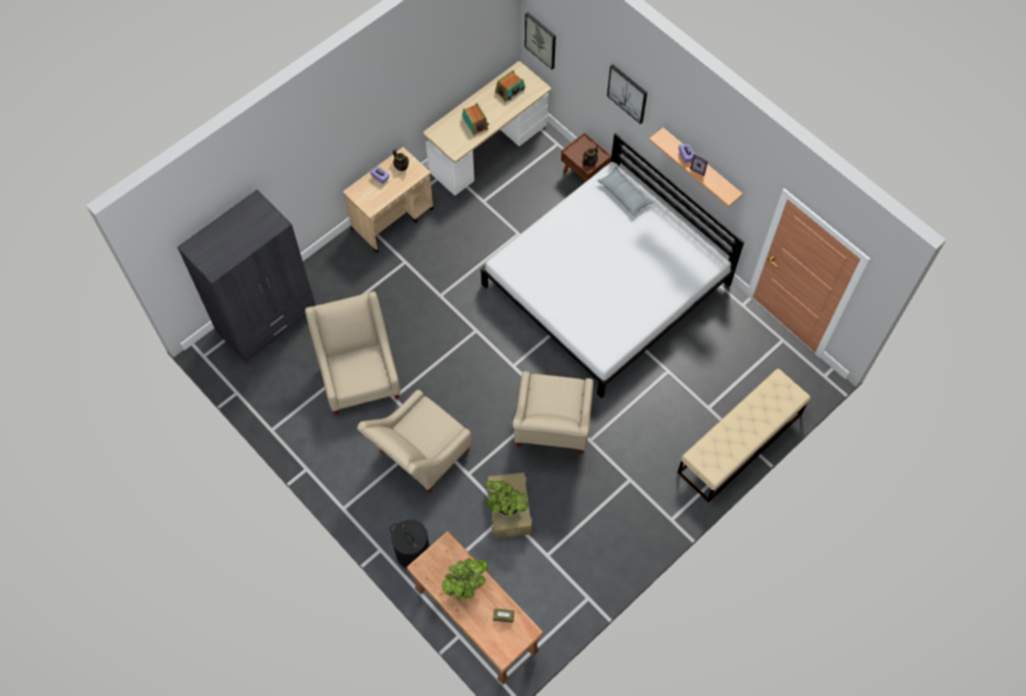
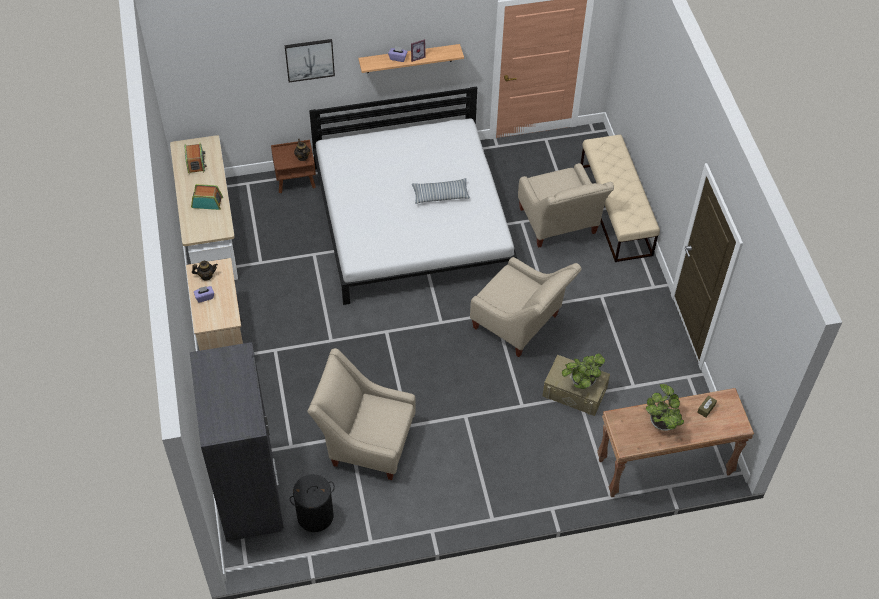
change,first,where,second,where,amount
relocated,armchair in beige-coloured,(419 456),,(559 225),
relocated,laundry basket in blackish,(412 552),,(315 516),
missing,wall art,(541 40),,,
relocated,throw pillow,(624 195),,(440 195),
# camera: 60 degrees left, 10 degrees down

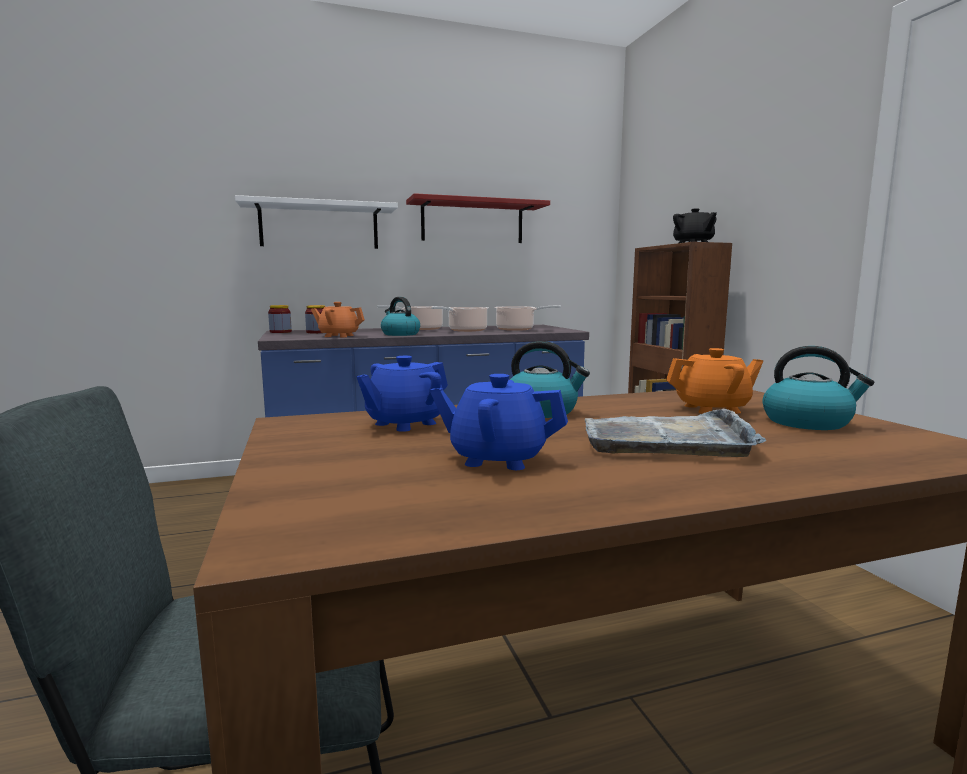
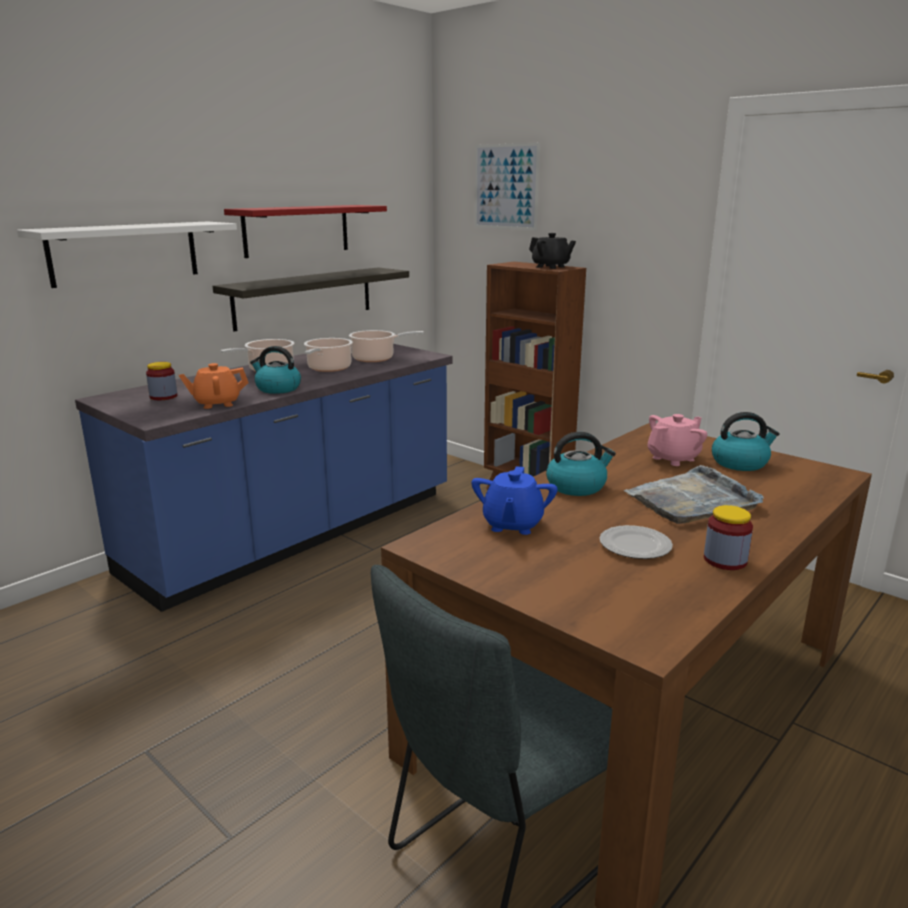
change,first,where,second,where,amount
relocated,preserve jar,(280 332),,(725 560),
exchanged,pot for tea in bluish,(497 459),dinner plate,(635 546),
colour,pot for tea in orange,(712 409),pot for tea in pink-coloured,(673 458),
appeared,,,bracket shelf,(304 297),
appeared,,,wall art,(506 187),
# camera: 30 degrees left, 10 degrees up

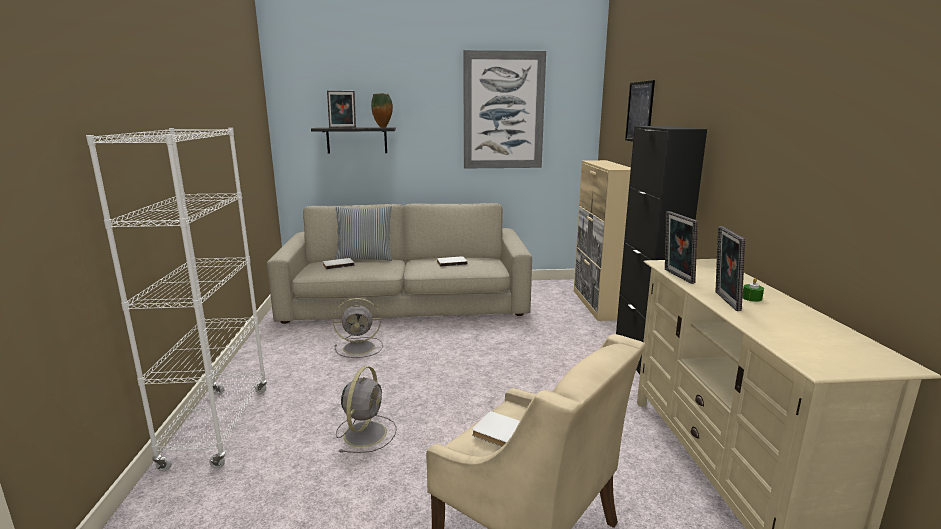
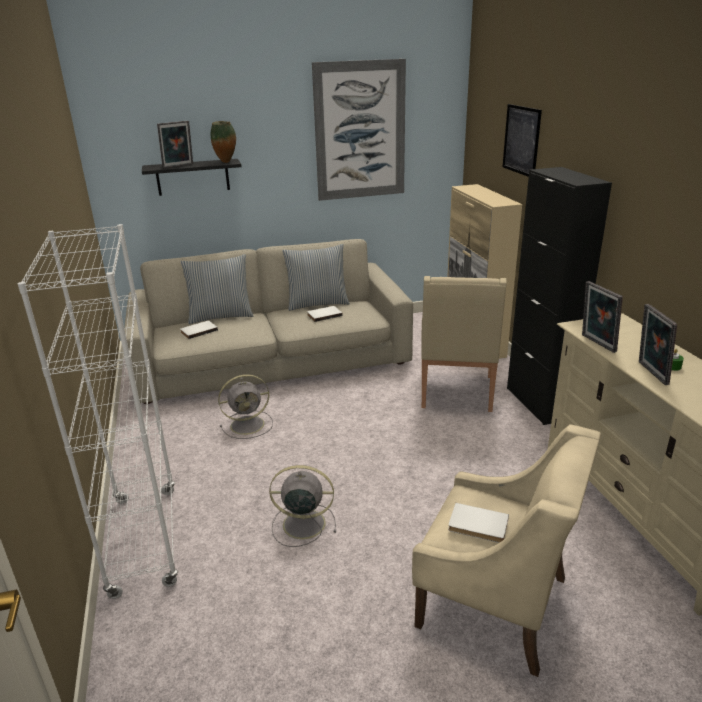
change,first,where,second,where,amount
spun,cooling fan in grey,(366 432),,(302 524),90 degrees counterclockwise
appeared,,,throw pillow,(317 304),
appeared,,,armchair in beige-coloured,(456 393),
# camera: 10 degrees left, 10 degrees up

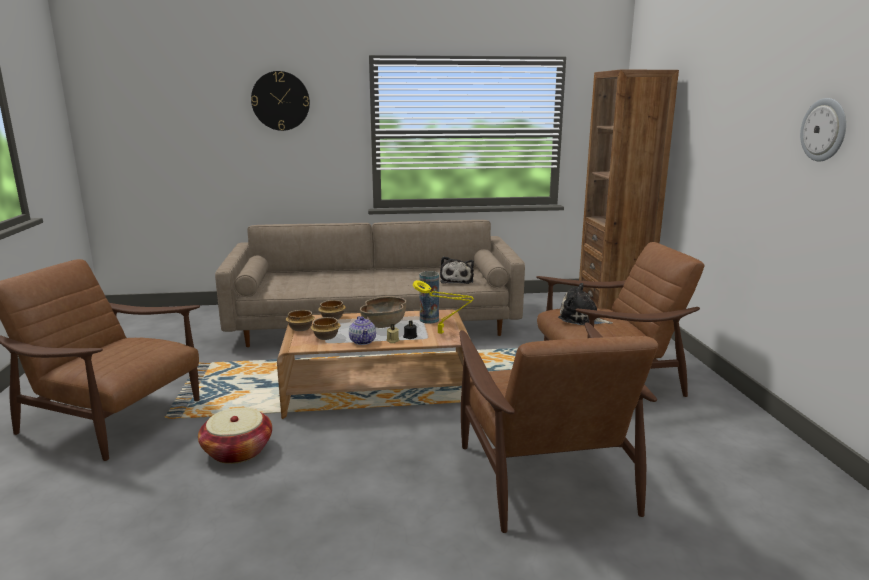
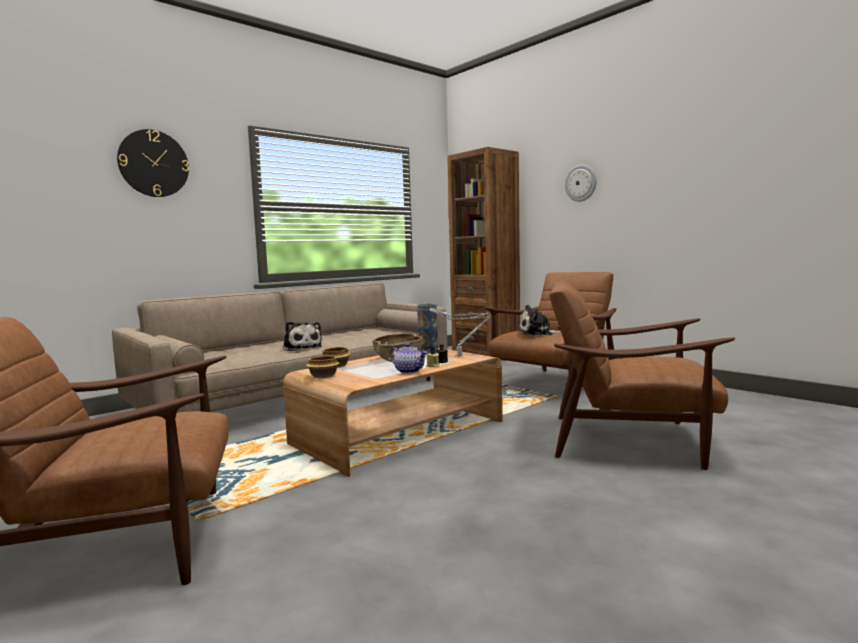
change,first,where,second,where,amount
missing,storage basket,(237 451),,,
missing,bowl,(326 337),,,
colour,tabletop lamp in yellow,(442 333),tabletop lamp in grey,(461 356),
relocated,cuddly toy,(456 280),,(301 348),
spun,armchair in brown,(544 474),,(629 440),150 degrees clockwise
relocated,wall clock,(824 130),,(581 183),
# camera: 35 degrees left, 10 degrees down

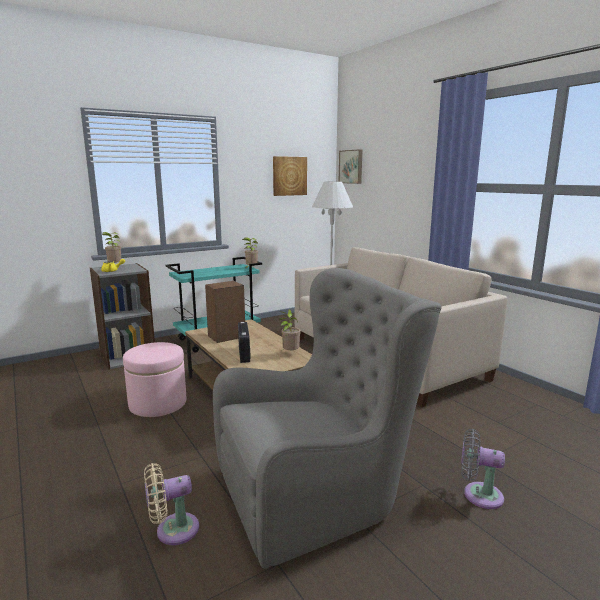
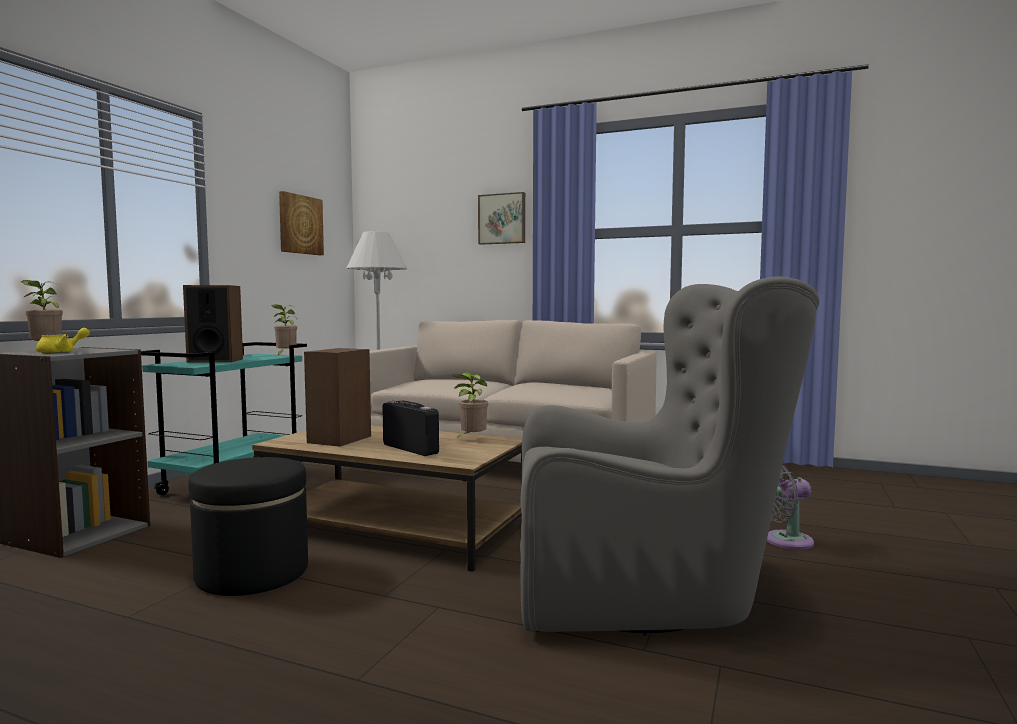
change,first,where,second,where,amount
colour,footrest in pink-coloured,(158 403),footrest in blackish,(252 573),
missing,cooling fan in beige-coloured,(173 530),,,
spun,armchair in grey,(320 492),,(648 588),60 degrees clockwise
relocated,wall art,(351 166),,(502 219),
appeared,,,loudspeaker,(215 360),
# camera: 35 degrees left, 10 degrees down

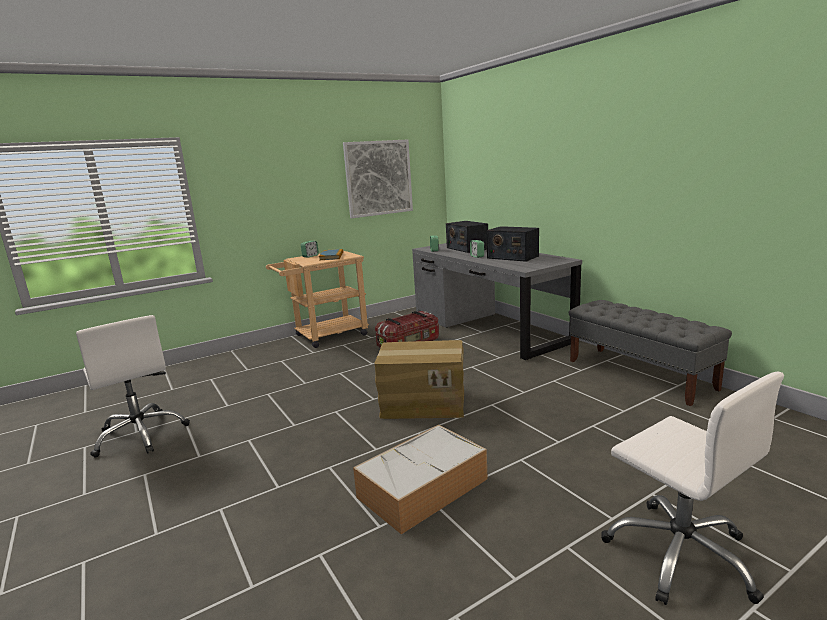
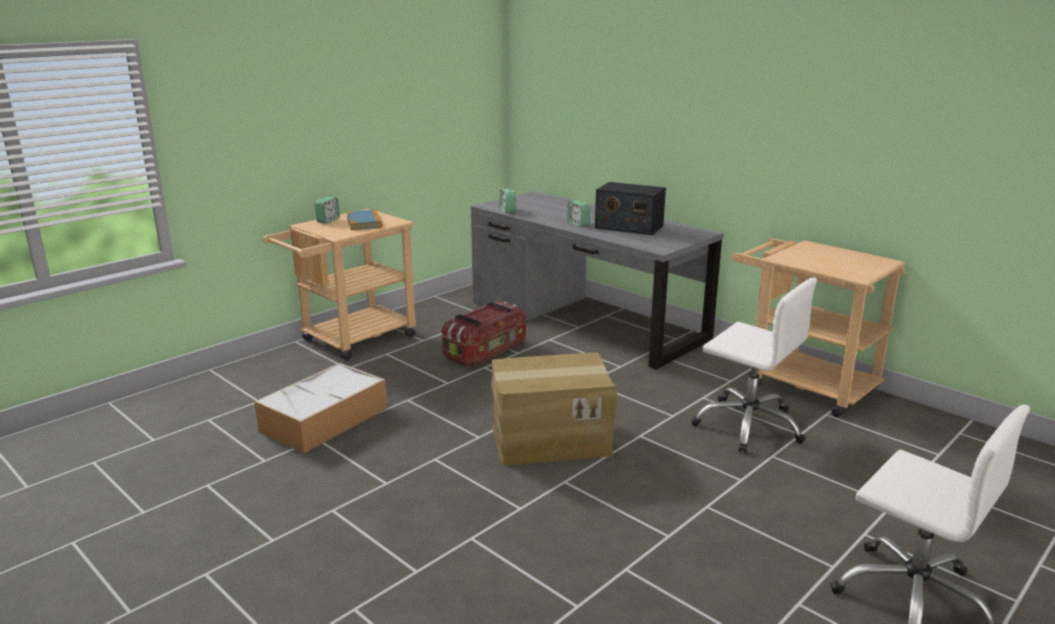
change,first,where,second,where,amount
relocated,office chair in white,(141 434),,(748 425),
missing,wall art,(378 178),,,
relocated,storage container,(422 489),,(323 420),
missing,radio receiver,(467 248),,,
exchanged,bench in grey,(639 374),wheeled cart in beige-coloured,(801 384),
# camera: 15 degrees left, 5 degrees up

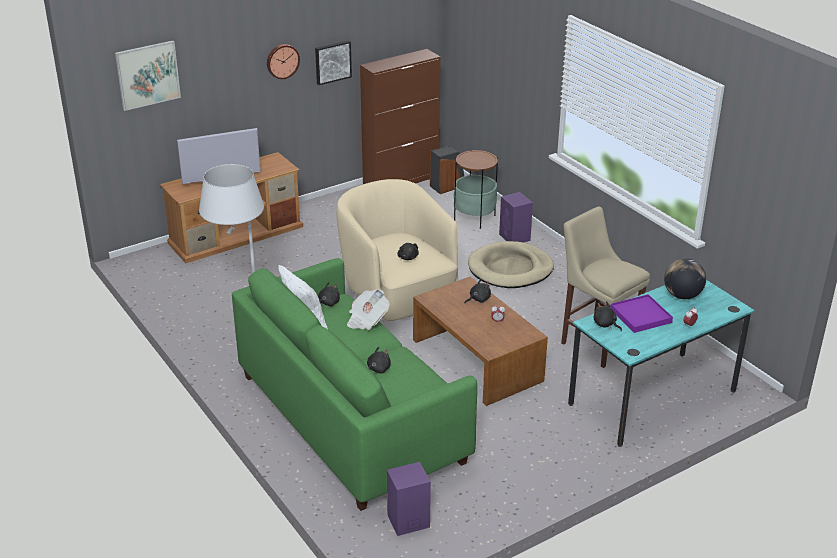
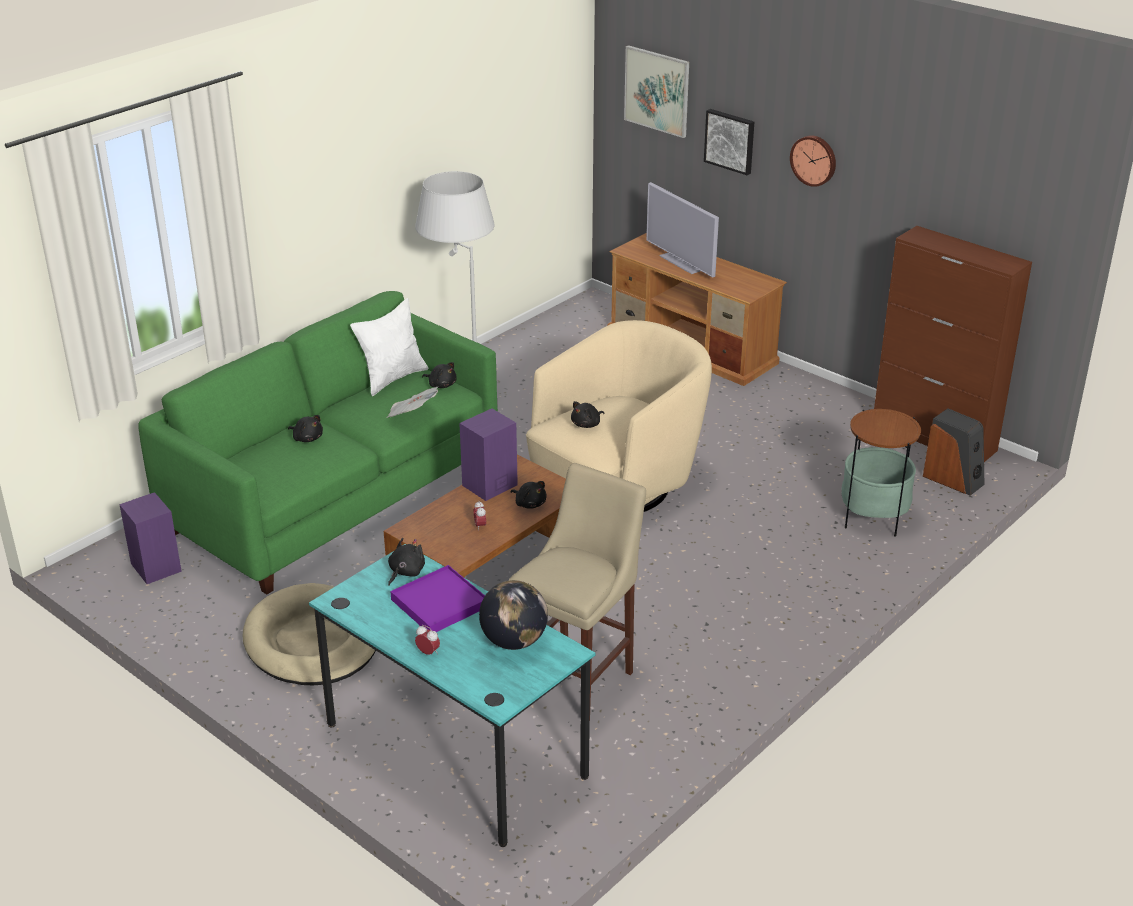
change,first,where,second,where,amount
relocated,wall art,(332 62),,(730 141),
relocated,dog bed in beige-coloured,(510 269),,(312 641),
relocated,loudspeaker in purple,(515 238),,(488 485),
# camera: 75 degrees right, 0 degrees up

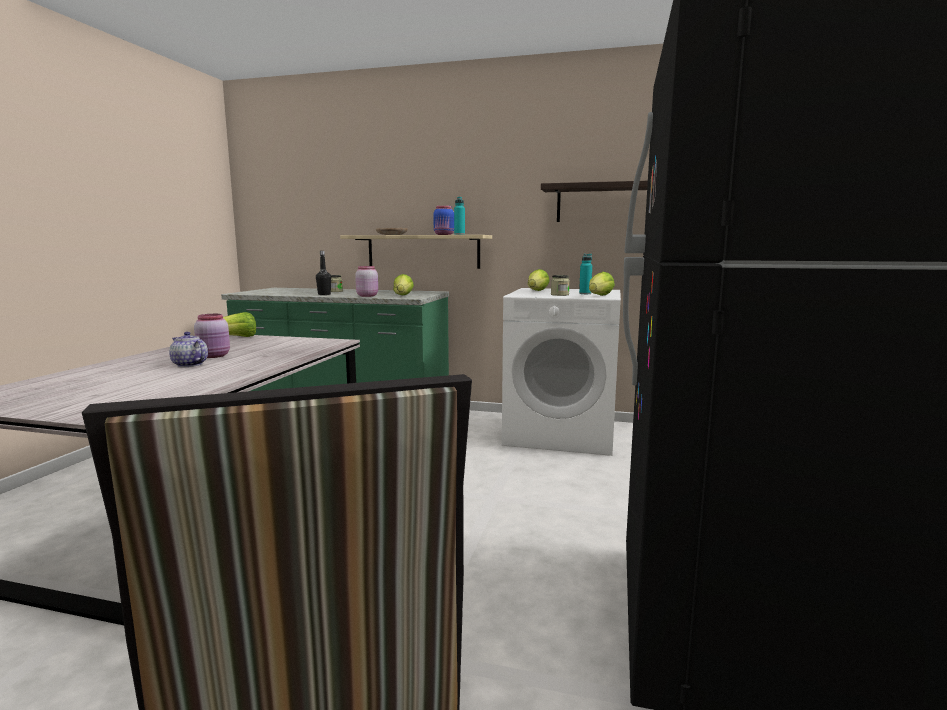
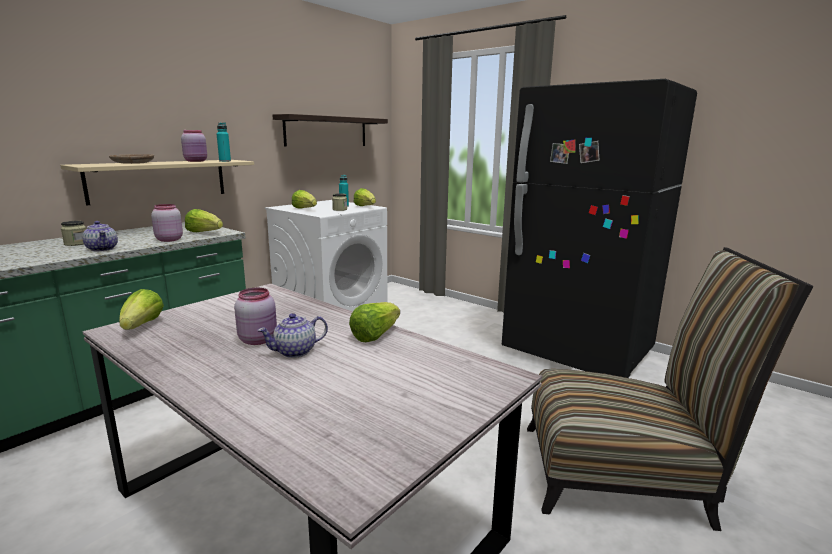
change,first,where,second,where,amount
exchanged,bottle in blackish,(324 294),pot for tea,(102 249),
colour,preserve jar in bluish,(444 234),preserve jar in pink-coloured,(196 161),
appeared,,,lettuce head,(375 335),
# camera: 65 degrees left, 5 degrees up

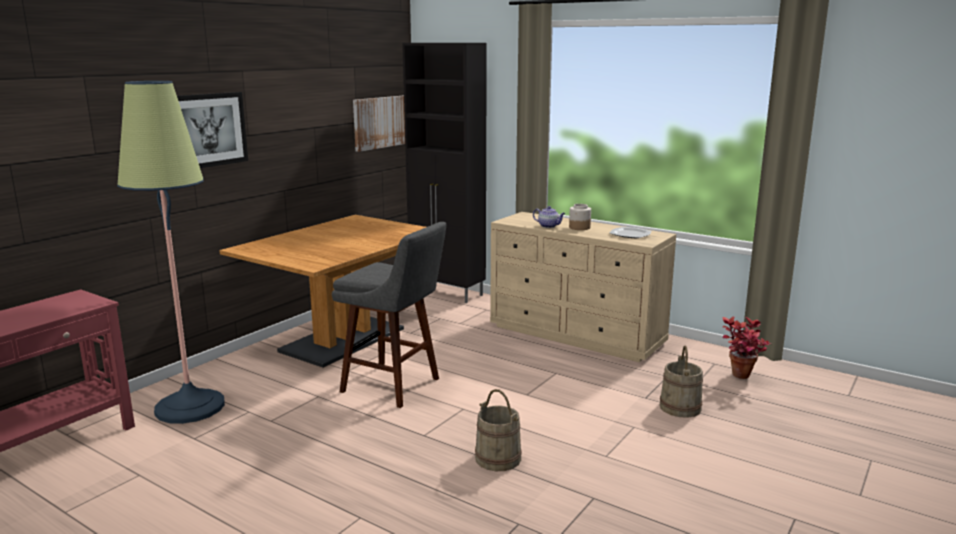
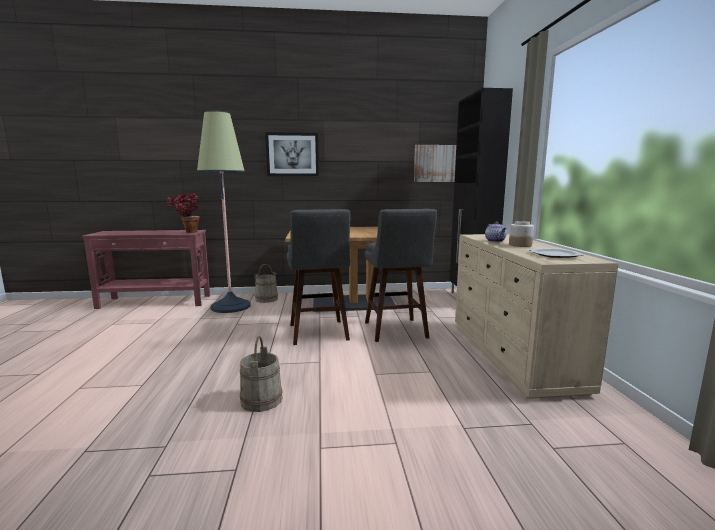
change,first,where,second,where,amount
relocated,water bucket in beige-coloured,(680 407),,(266 299),
relocated,houseplant,(740 378),,(187 232),
appeared,,,sitting stool in grey,(396 331),
# camera: 50 degrees right, 5 degrees down

